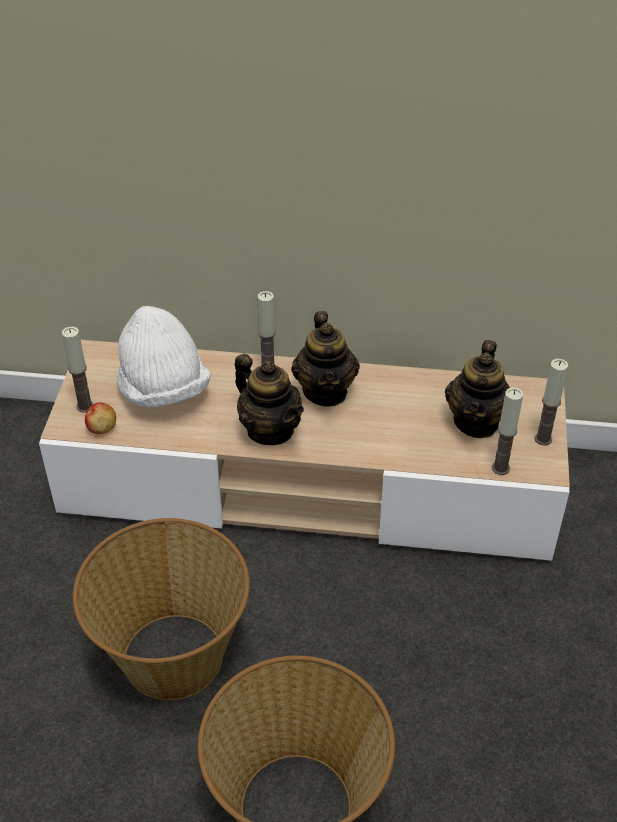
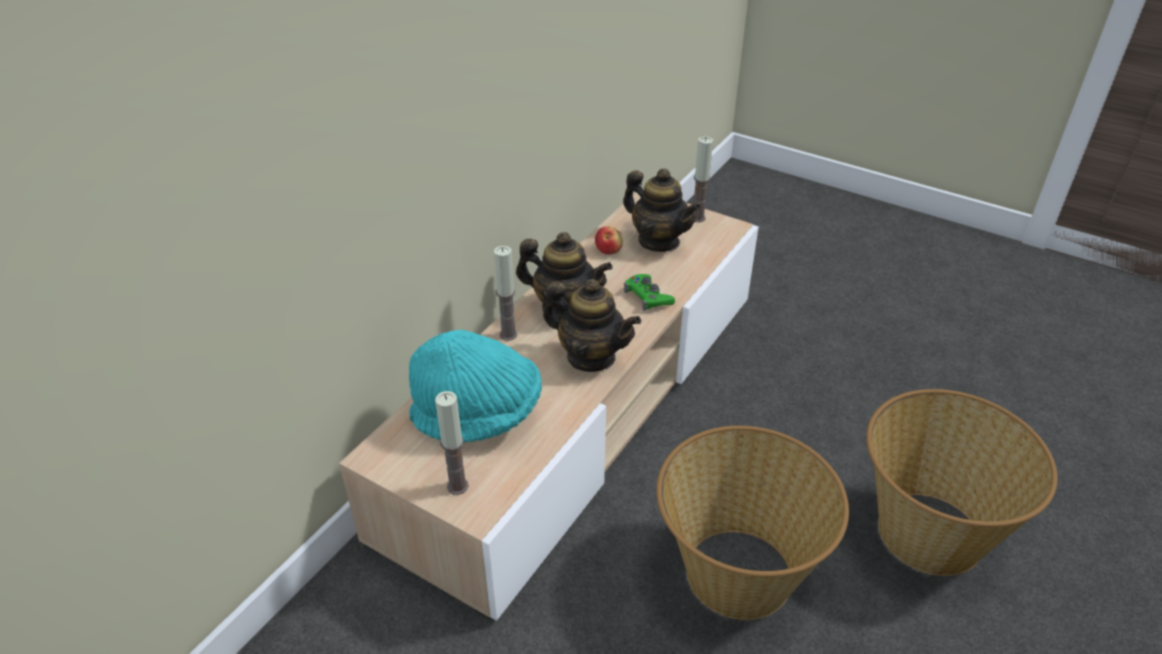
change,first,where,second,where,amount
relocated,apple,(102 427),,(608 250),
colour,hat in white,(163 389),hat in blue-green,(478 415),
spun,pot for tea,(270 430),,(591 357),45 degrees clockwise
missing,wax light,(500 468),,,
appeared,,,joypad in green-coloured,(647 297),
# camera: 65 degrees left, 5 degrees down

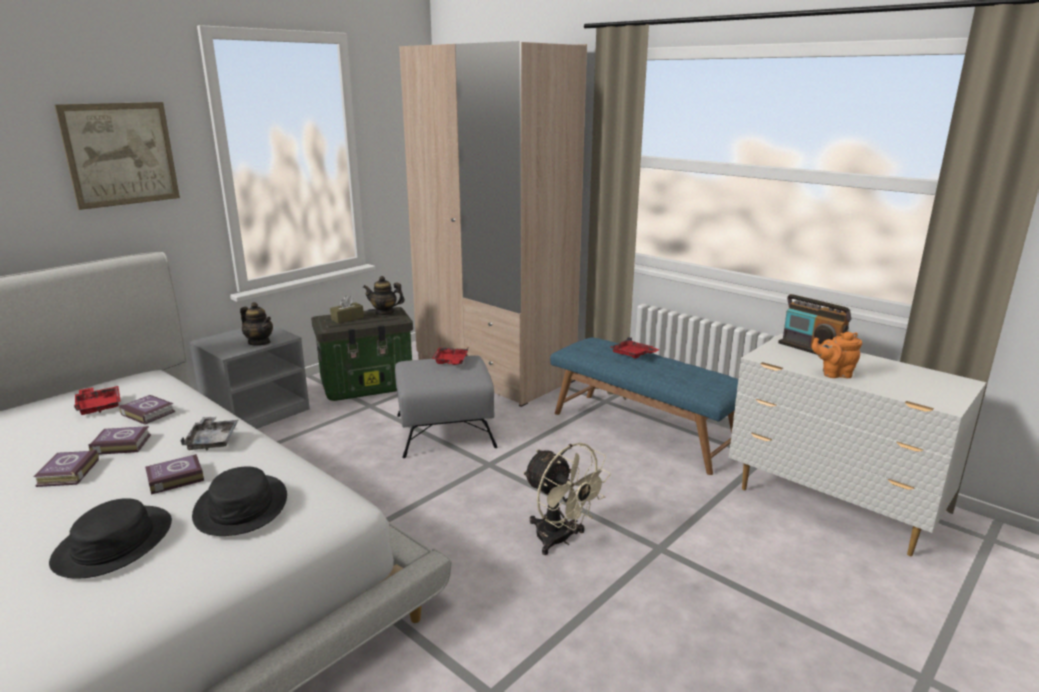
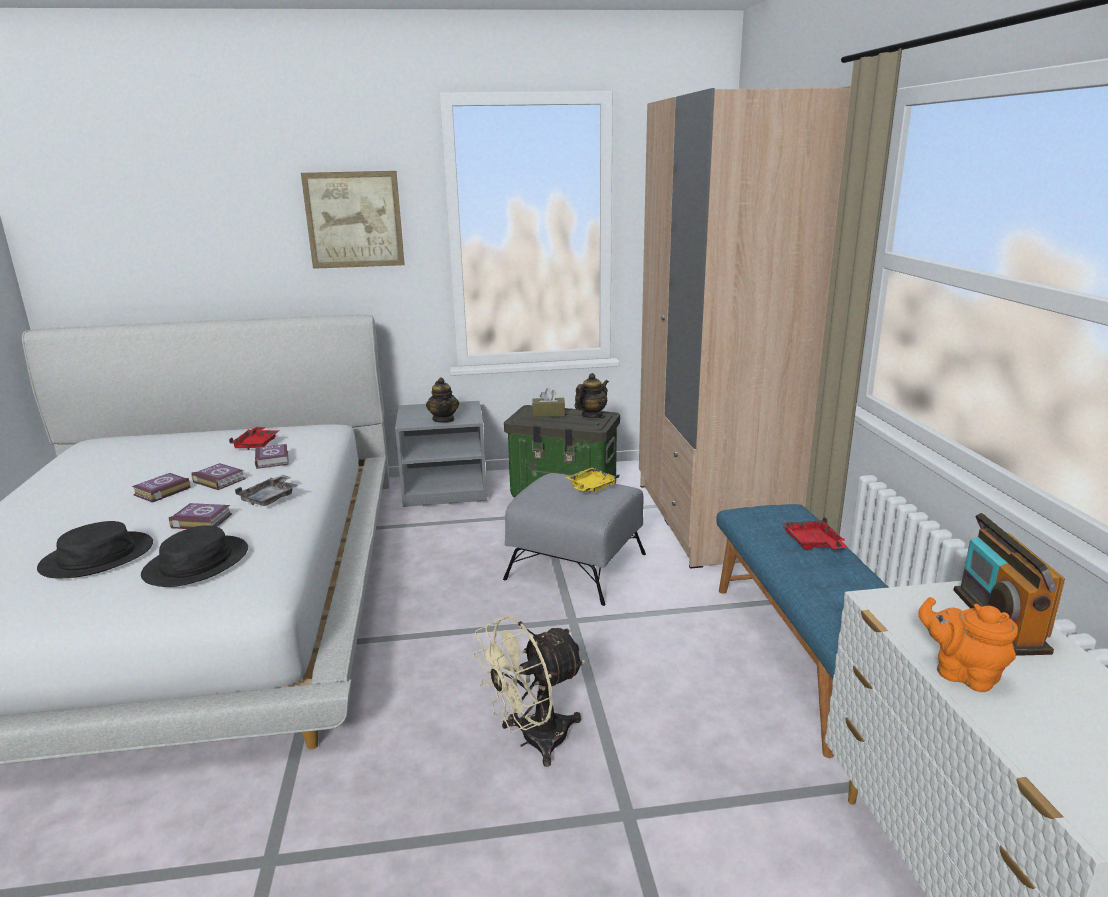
change,first,where,second,where,amount
spun,pot for tea,(384 312),,(591 415),90 degrees clockwise
colour,tray in reddish,(450 362),tray in yellow,(591 487),
spun,cooling fan in beige-coloured,(560 540),,(533 741),60 degrees clockwise
# camera: 40 degrees right, 0 degrees up

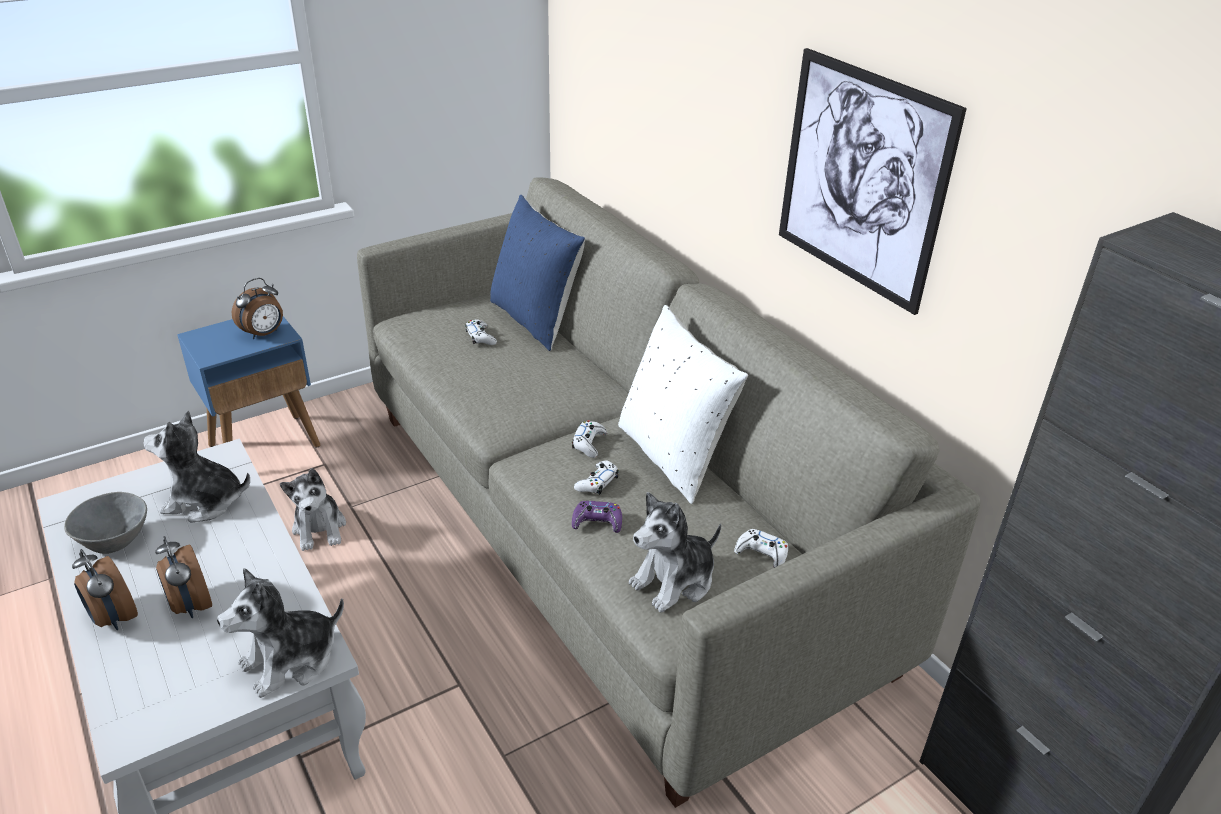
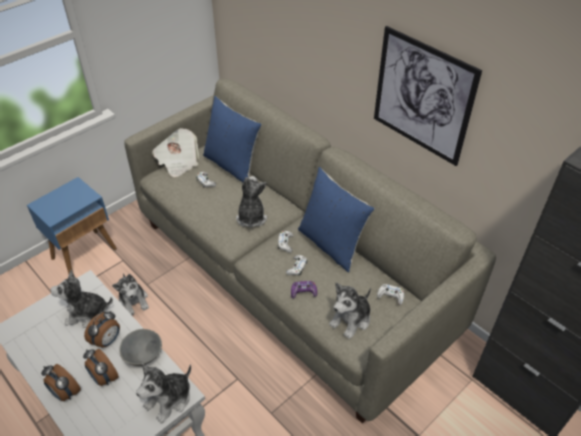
change,first,where,second,where,amount
relocated,bowl in grey,(116 542),,(144 357),
relocated,bedside clock,(264 334),,(107 340),
colour,throw pillow in white,(673 456),throw pillow in bluish,(331 244),
appeared,,,newspaper,(177 161),
appeared,,,cuddly toy,(251 217),
# camera: 10 degrees left, 10 degrees up

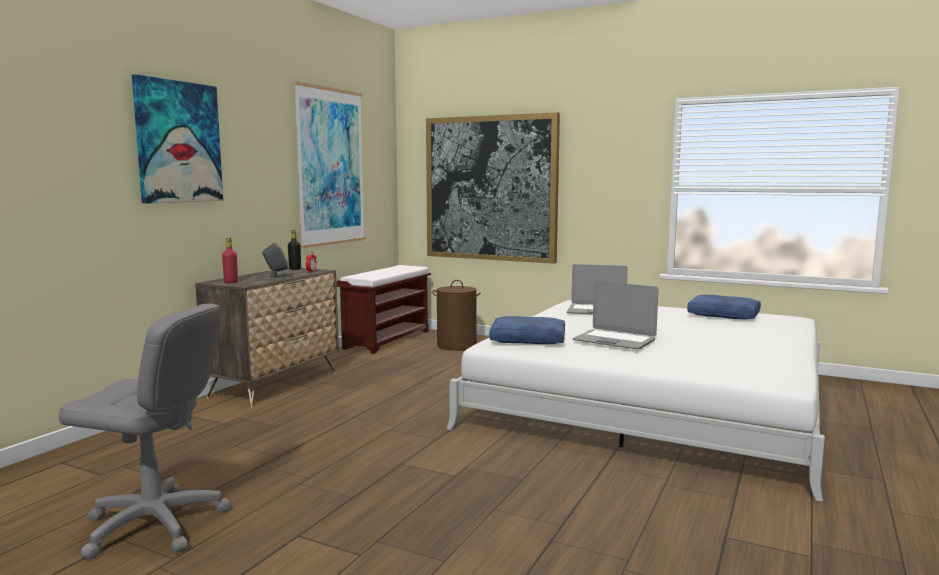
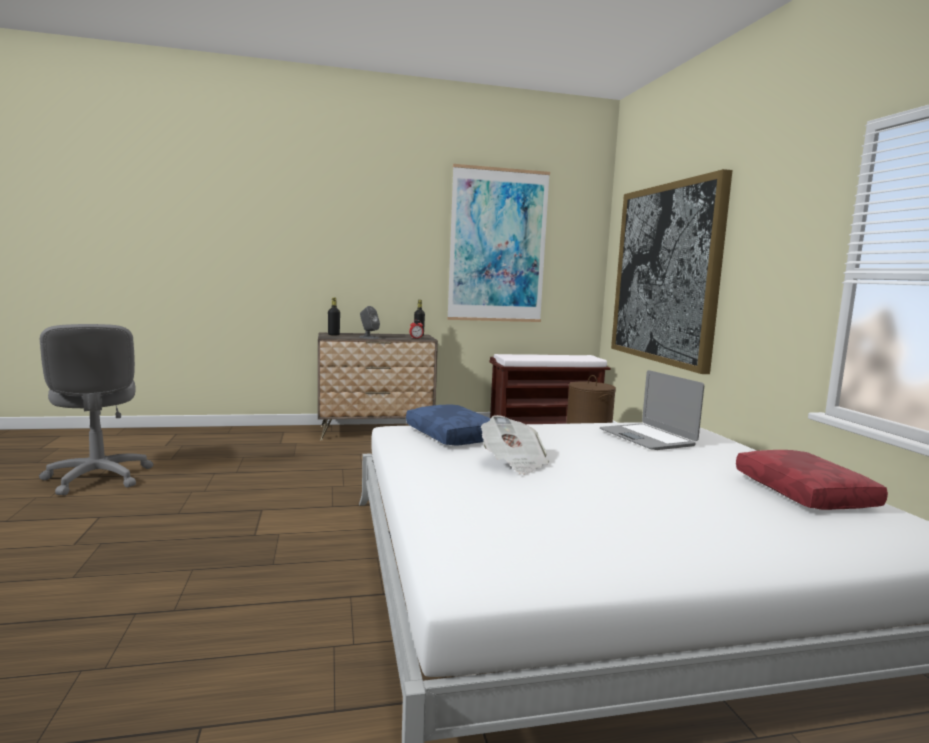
change,first,where,second,where,amount
missing,wall art,(178 142),,,
colour,bottle in reddish,(231 282),bottle in blackish,(333 335),
exchanged,laptop,(614 340),newspaper,(513 462),
colour,throw pillow in bluish,(724 315),throw pillow in reddish,(806 493),
# camera: 50 degrees right, 0 degrees up

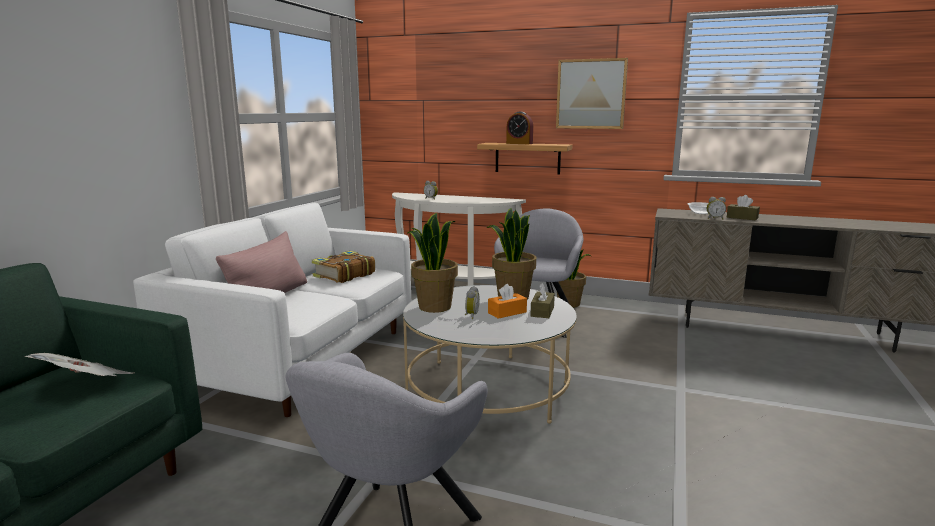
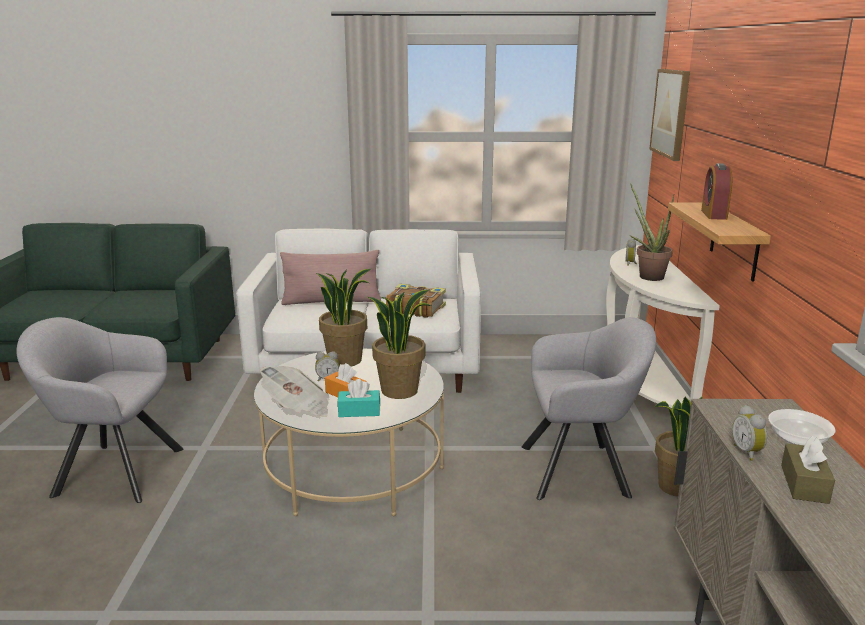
change,first,where,second,where,amount
relocated,newspaper,(86 385),,(298 408),
colour,tissue box in brown,(542 311),tissue box in blue-green,(359 411),
relocated,wall art,(591 94),,(671 113),
appeared,,,houseplant,(647 276),
# camera: 70 degrees right, 5 degrees up

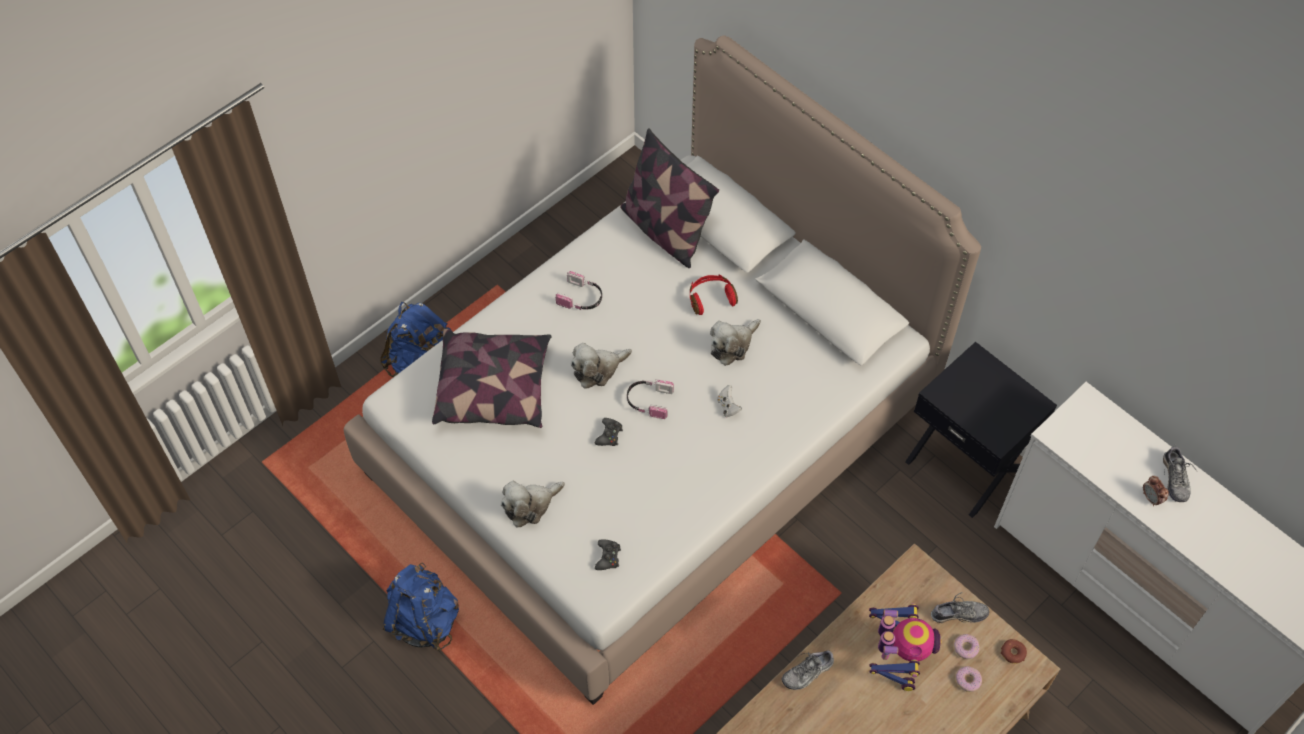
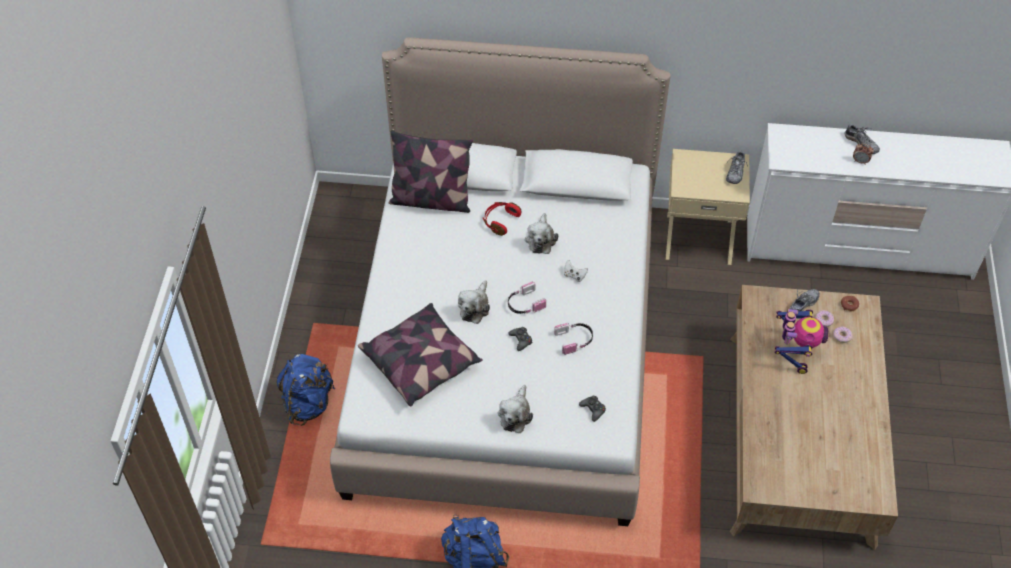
change,first,where,second,where,amount
relocated,headphones,(581 298),,(574 340),
relocated,item of footwear,(808 672),,(735 172),
spun,model robot,(897 657),,(794 352),45 degrees clockwise
colour,nightstand in blackish,(966 463),nightstand in beige-coloured,(699 237),
# camera: 40 degrees left, 5 degrees down

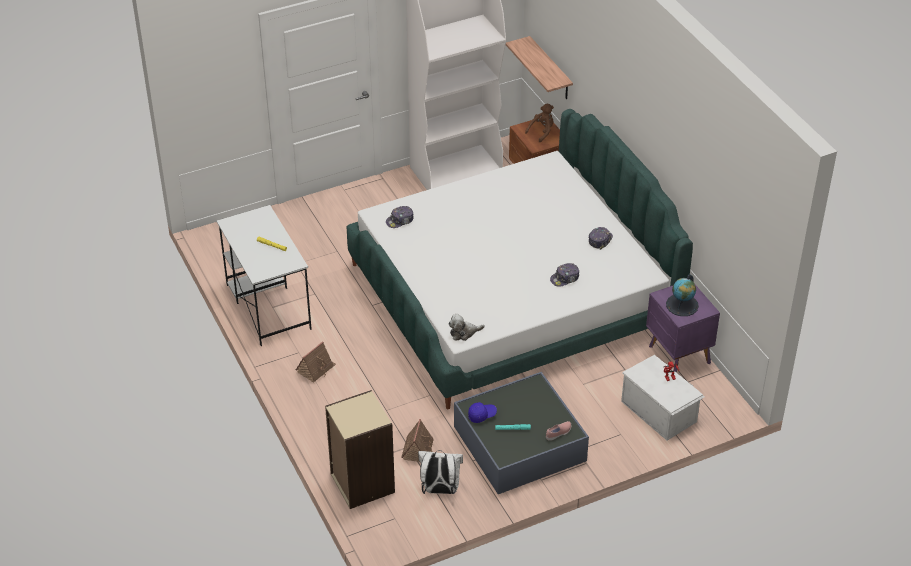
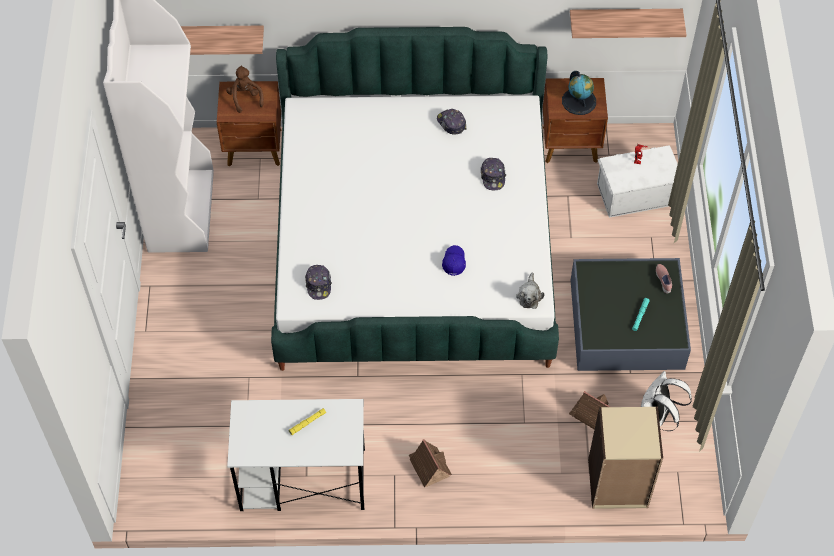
change,first,where,second,where,amount
relocated,cap in bluish,(482 415),,(454 262),
colour,nightstand in purple,(679 355),nightstand in brown,(571 145),
appeared,,,bracket shelf,(624 19),
# camera: 65 degrees left, 15 degrees up

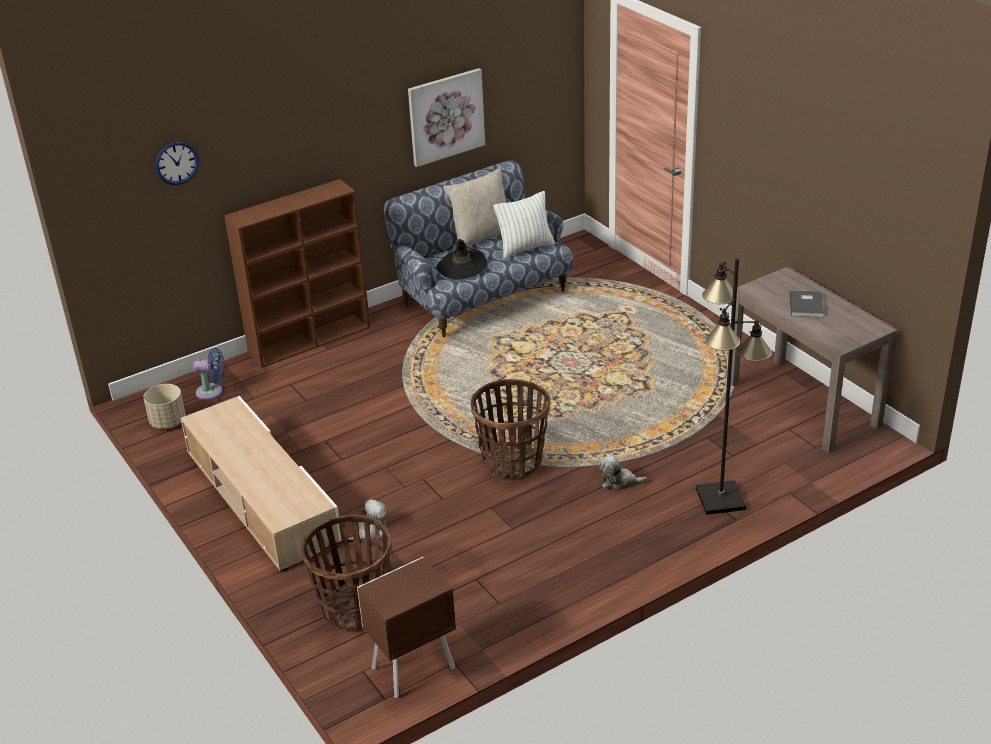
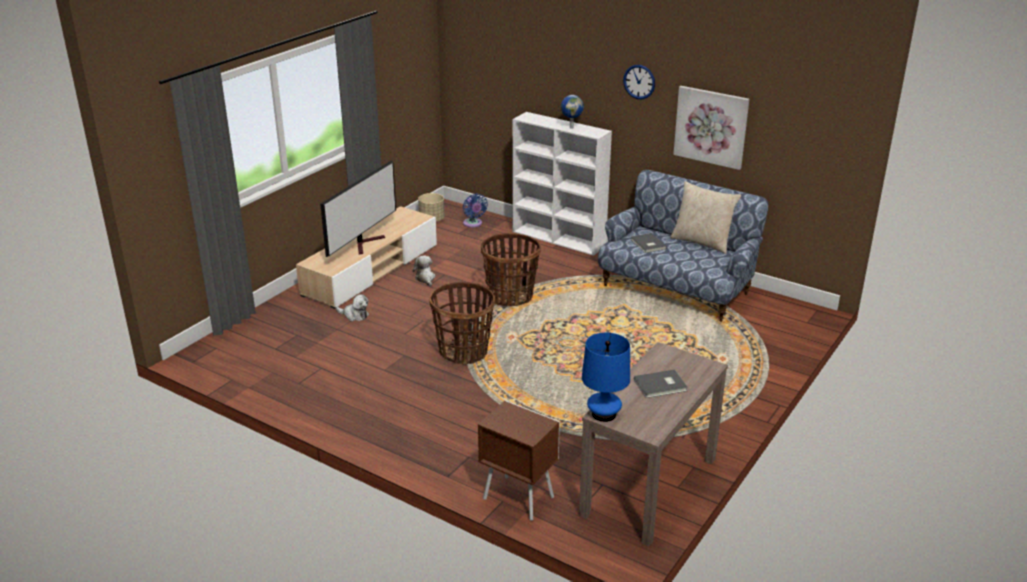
change,first,where,second,where,amount
relocated,wall clock,(176 163),,(639 81),
colour,bookcase in brown,(311 339),bookcase in white,(559 239),
relocated,storage basket,(354 608),,(510 297),
relocated,nightstand in brown,(411 668),,(517 497),
exchanged,hat in blackish,(462 267),bound book in grey,(647 244),
missing,throw pillow,(525 248),,,
relocated,cuddly toy,(619 482),,(425 278),
missing,floor lamp in blackish,(721 498),,,
appeared,,,TV,(366 243),
appeared,,,world globe,(571 127),
appeared,,,tabletop lamp in bluish,(603 414),
# camera: 65 degrees right, 5 degrees down

